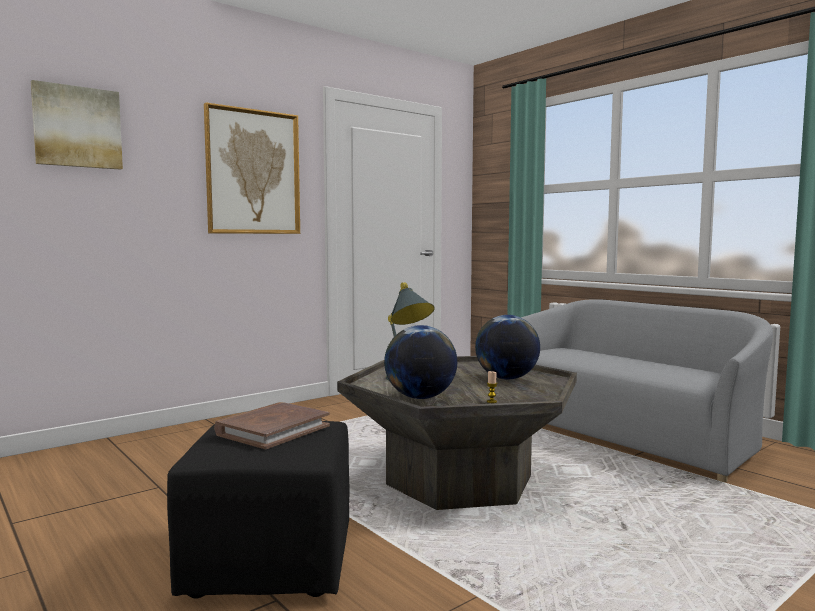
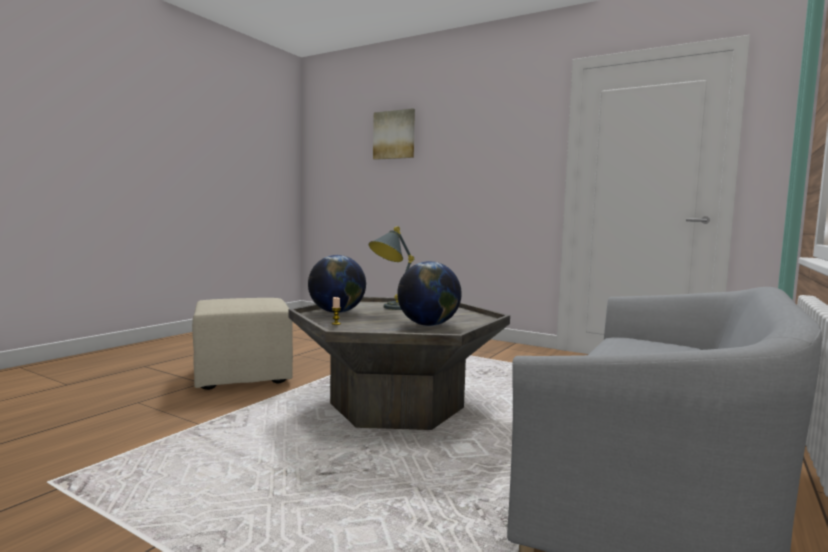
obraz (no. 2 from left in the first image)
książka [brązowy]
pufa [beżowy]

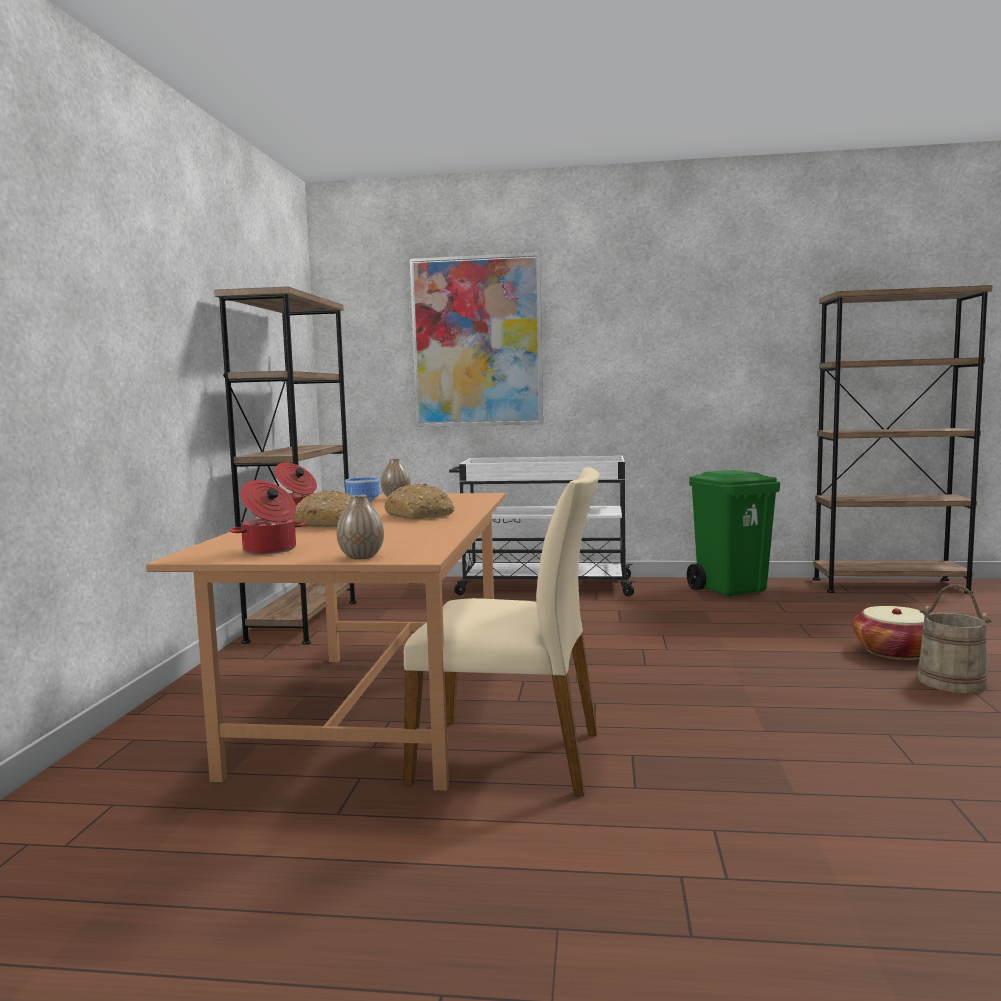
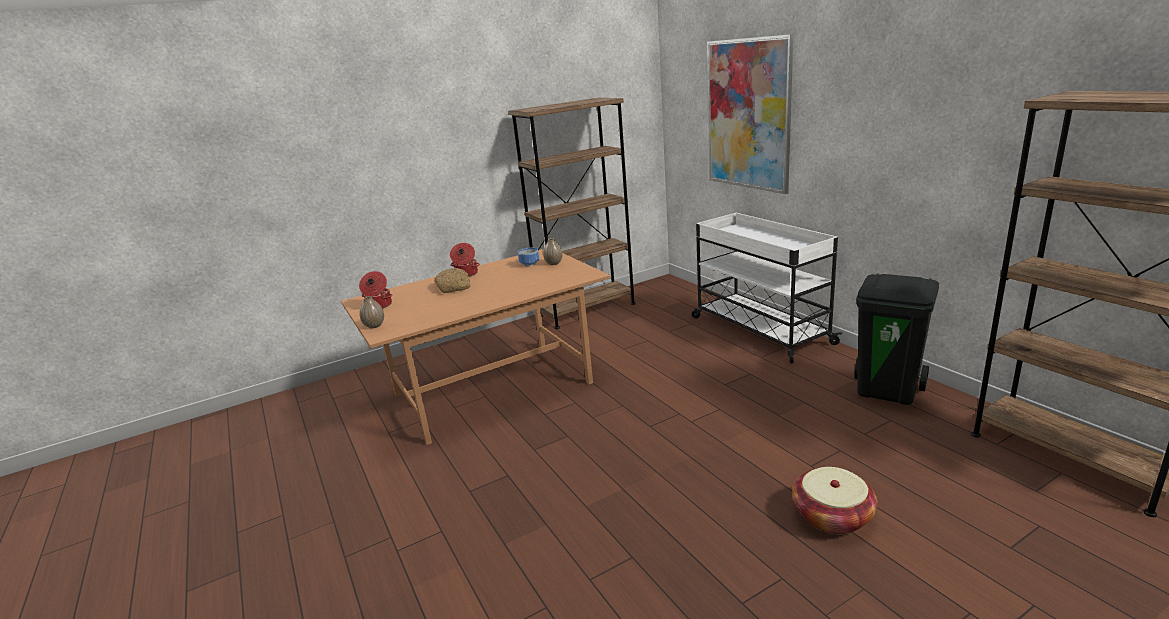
chleb (no. 2 from left in the first image)
krzesło [beżowy]
wiadro [beżowy]
kosz na śmieci [czarny]

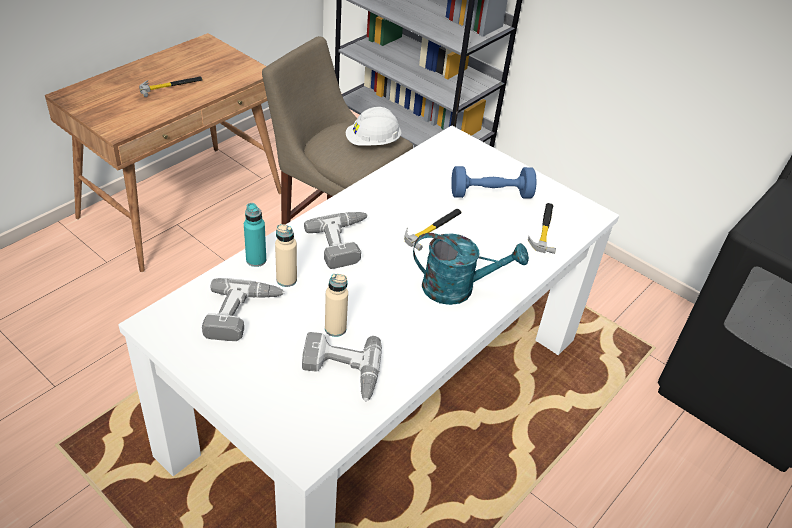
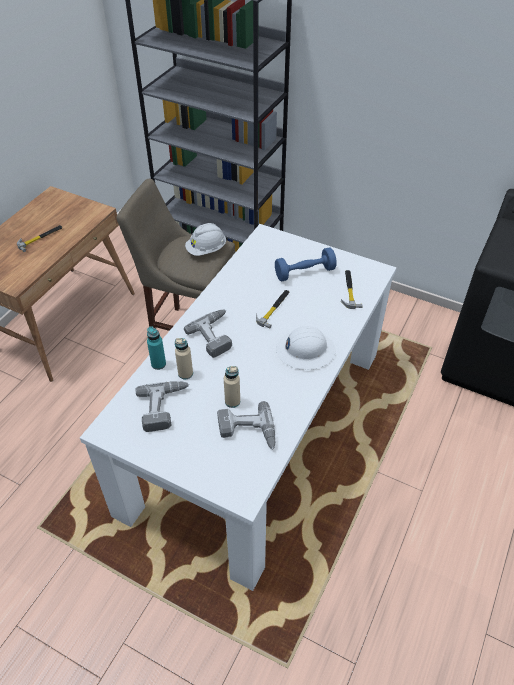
kask [biały] (no. 2 from left)

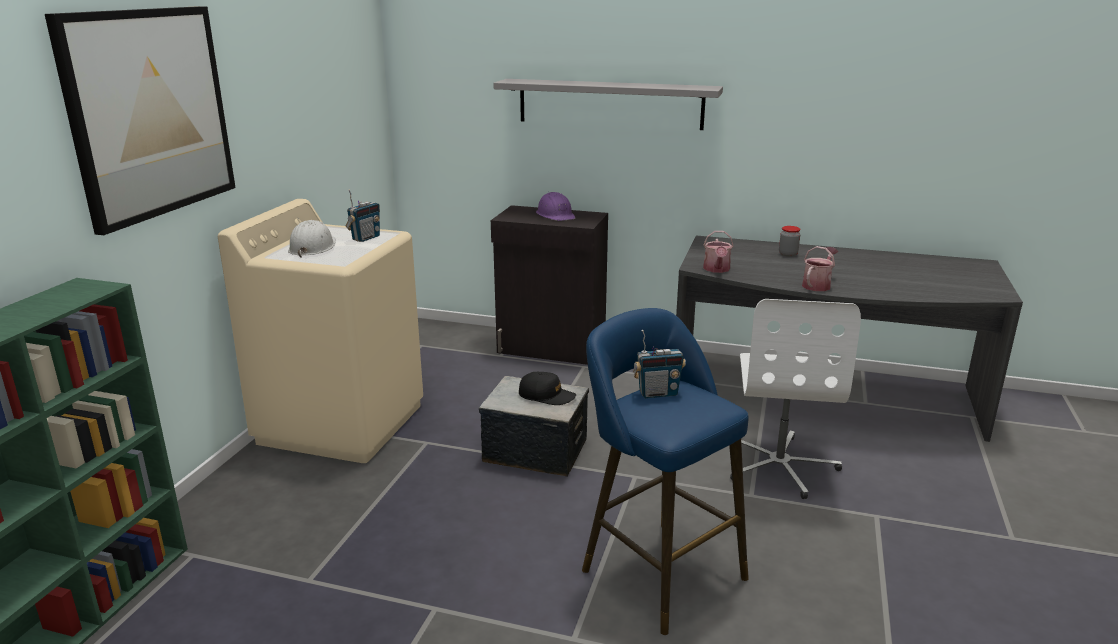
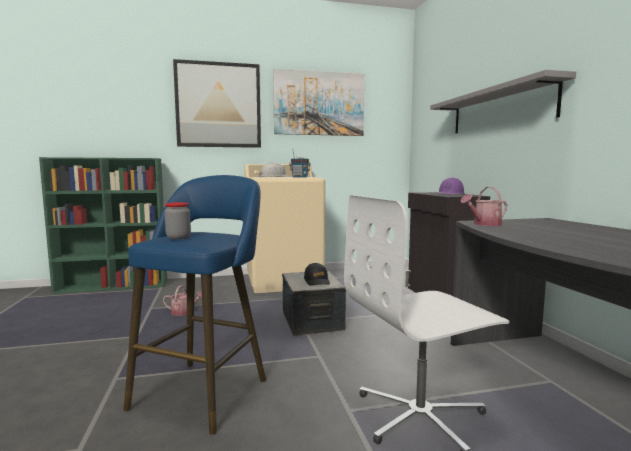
radio (no. 2 from left in the first image)
obraz (no. 2 from left)
słoik
konewka (no. 1 from left)

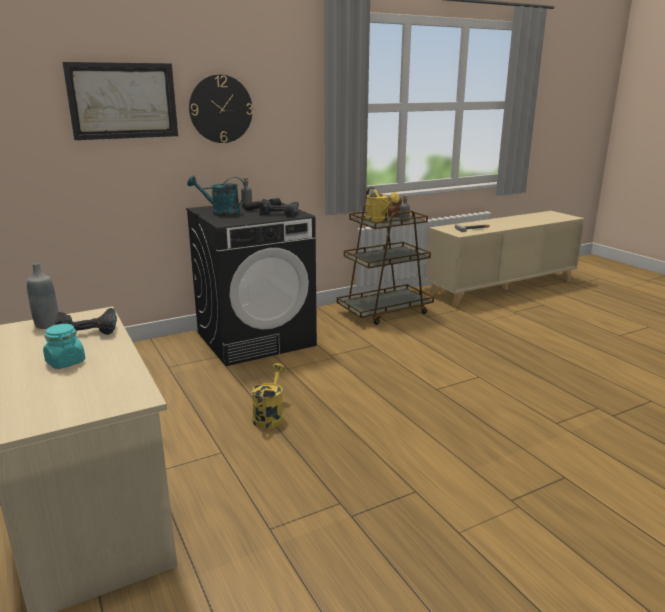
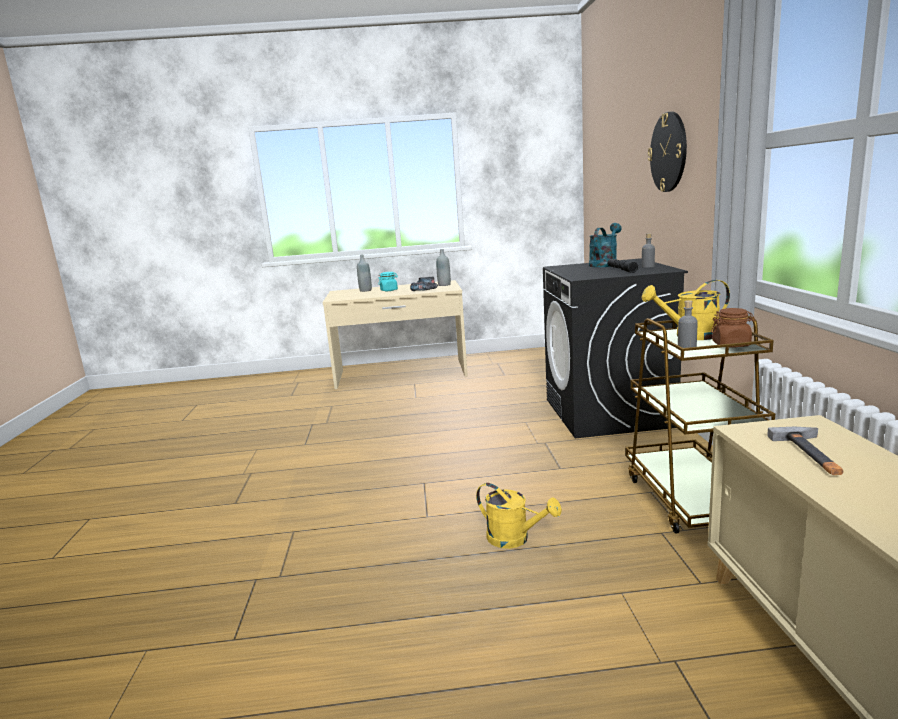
obraz
wiertarka (no. 2 from left in the first image)
butelka [szary] (no. 1 from left)
konewka [żółty] (no. 1 from left)

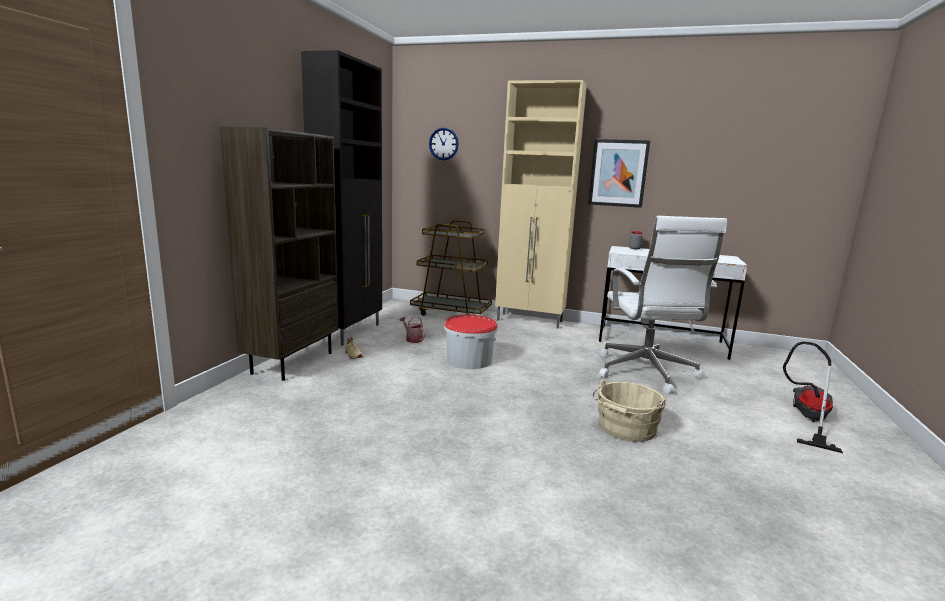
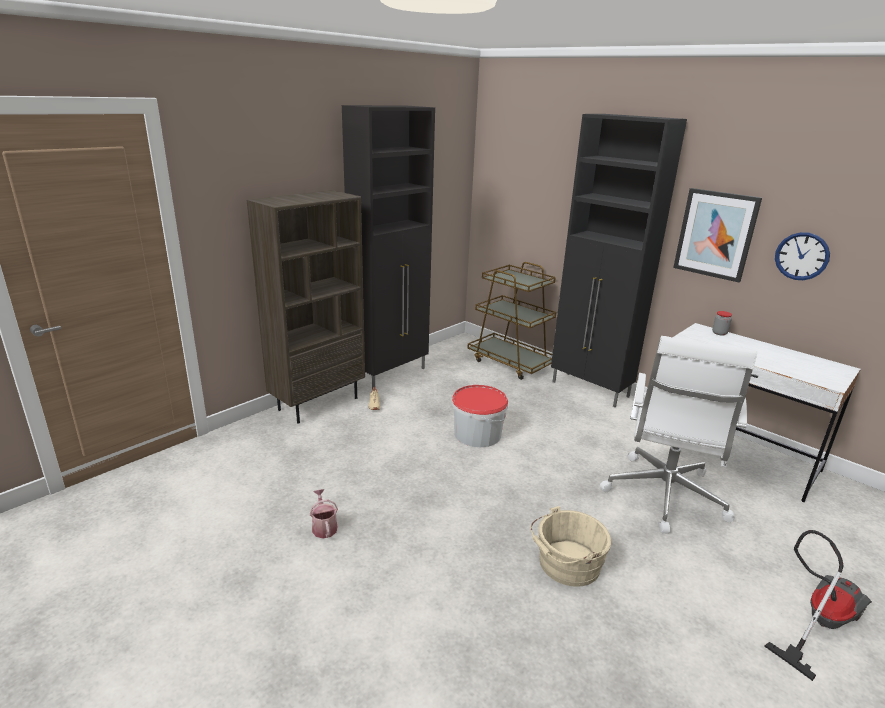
konewka
zegar ścienny
szafka [czarny] (no. 2 from left)

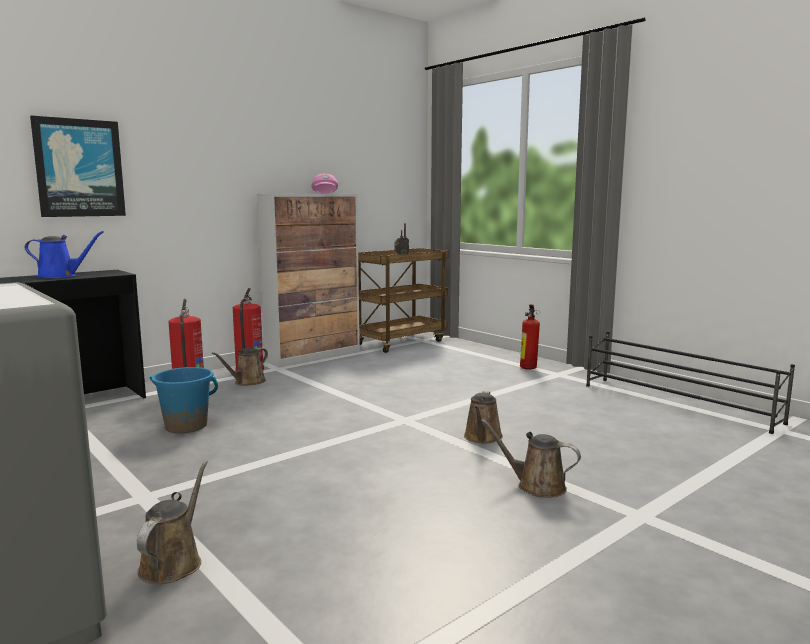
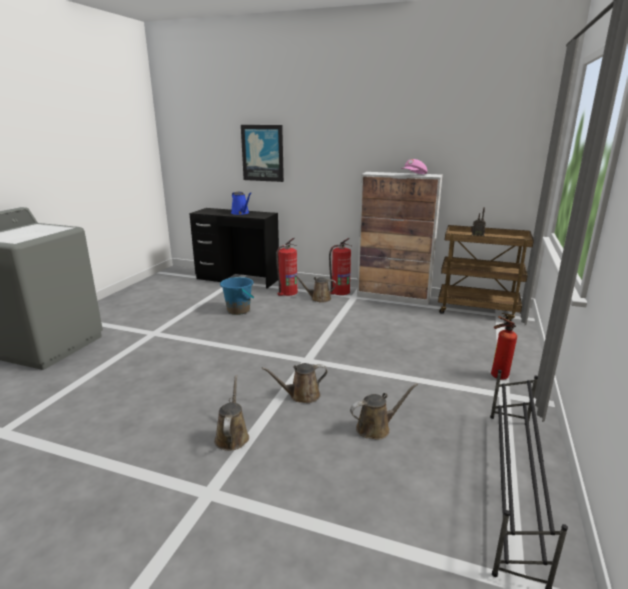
konewka [brązowy] (no. 4 from left)

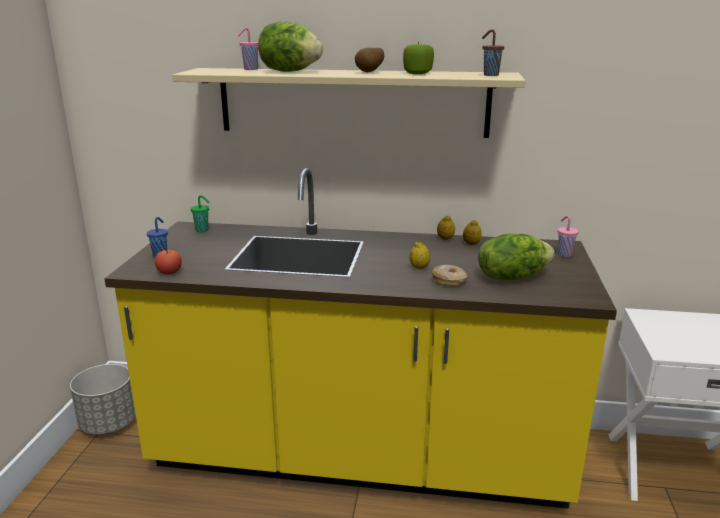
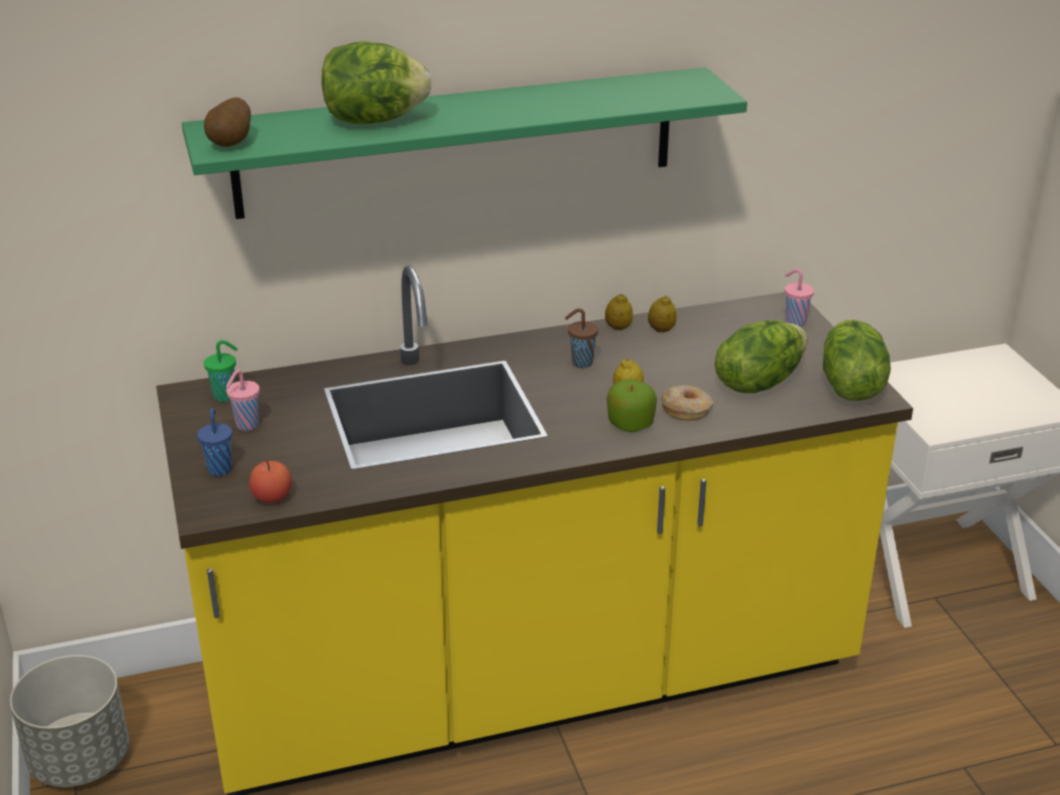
sałata (no. 3 from left)
filiżanka [różowy] (no. 1 from left)
ziemniak
jabłko (no. 2 from left)
filiżanka [brązowy]
półka [zielony]

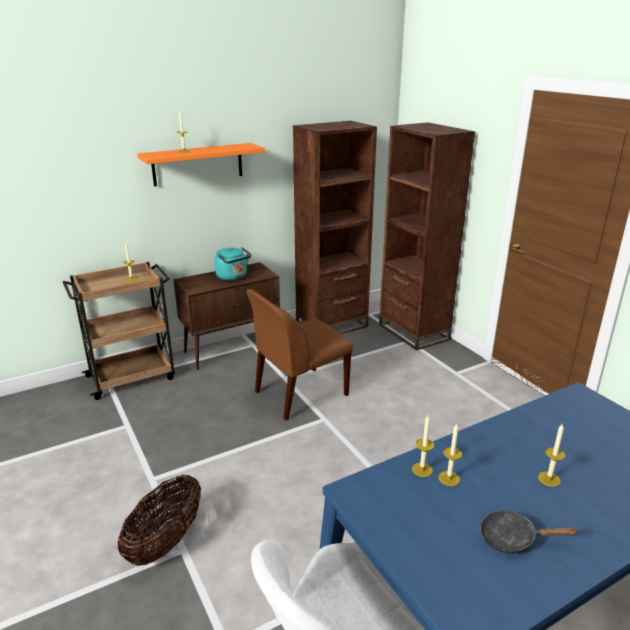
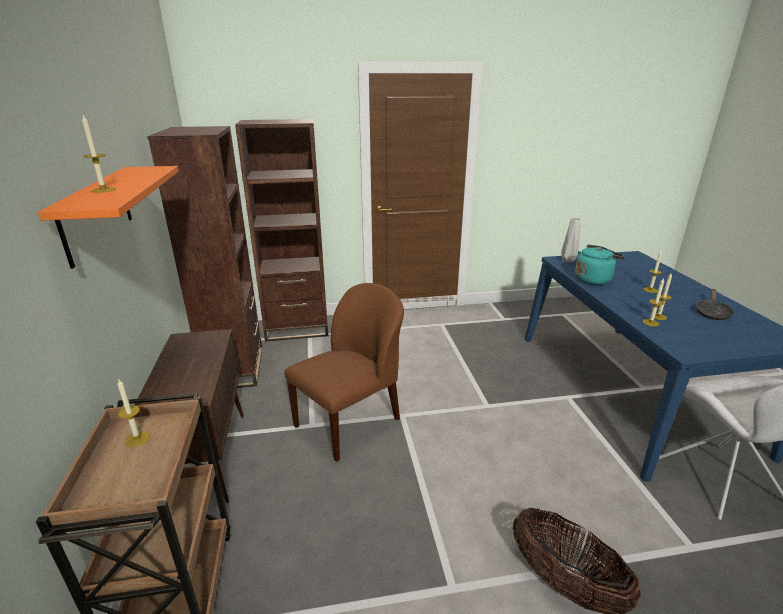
wazon [szary]
czajnik [turkusowy]
krzesło [brązowy]

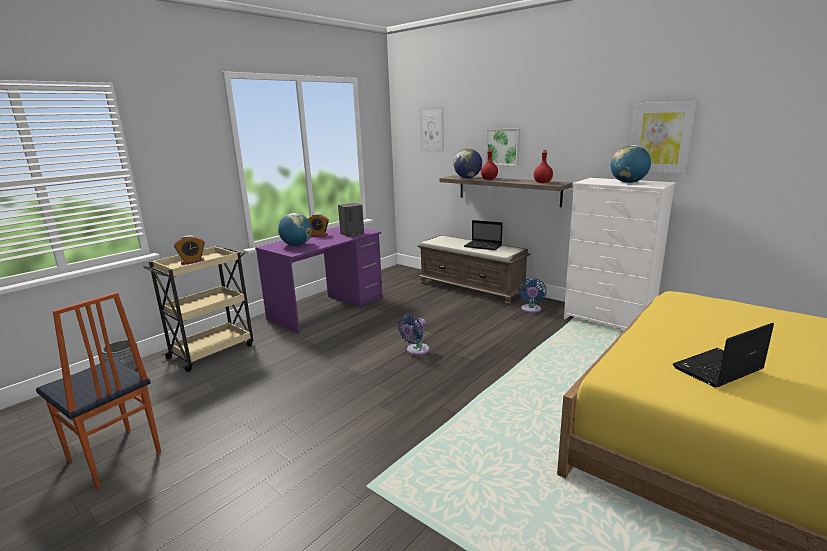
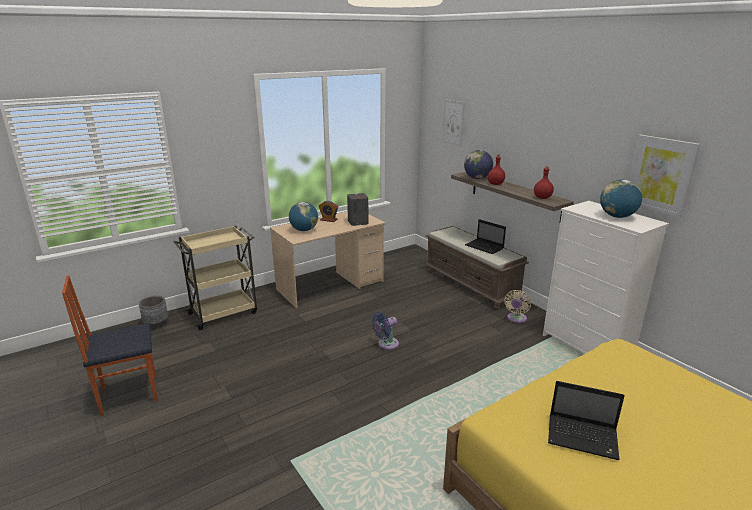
budzik (no. 1 from left in the first image)
obraz (no. 2 from left in the first image)
biurko [beżowy]
wentylator [beżowy]
krzesło
laptop (no. 2 from left)

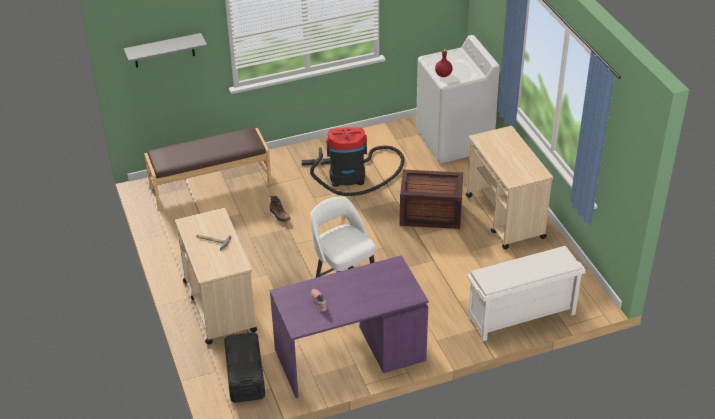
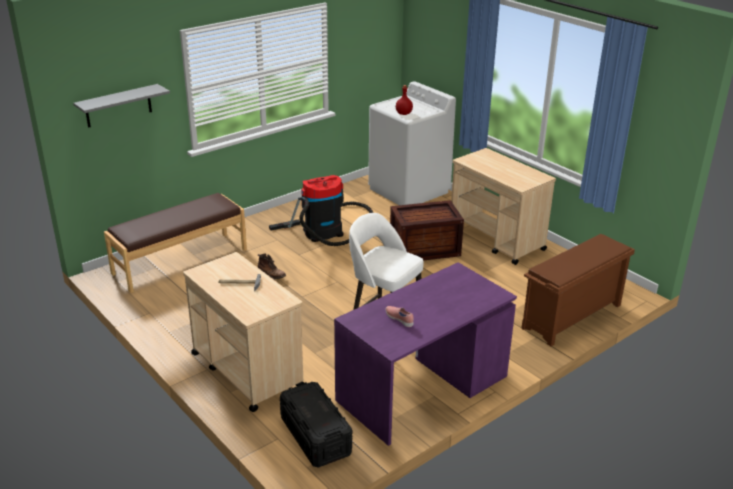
regał na buty [brązowy]

